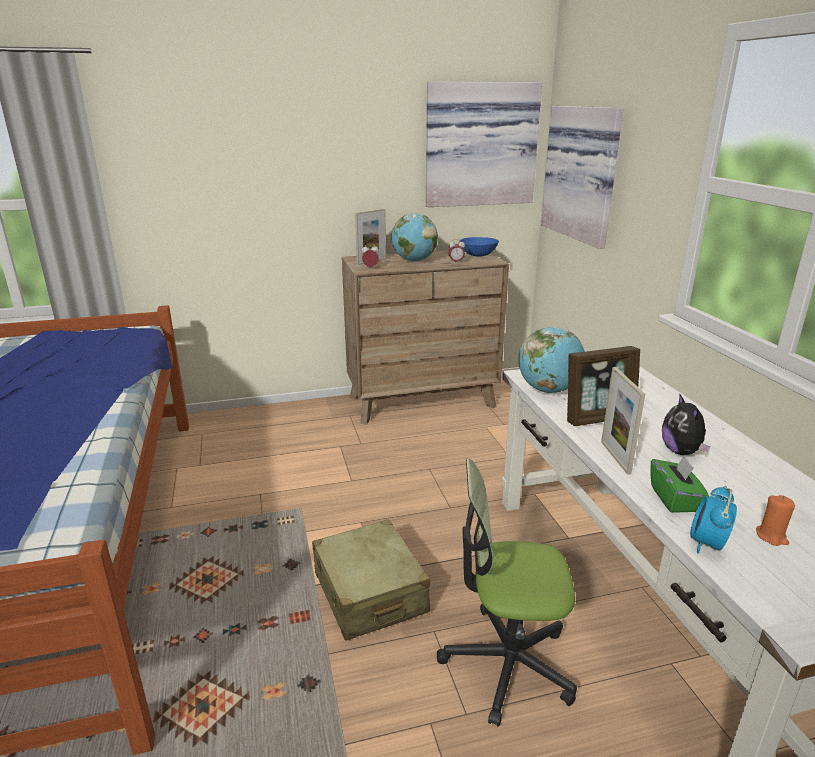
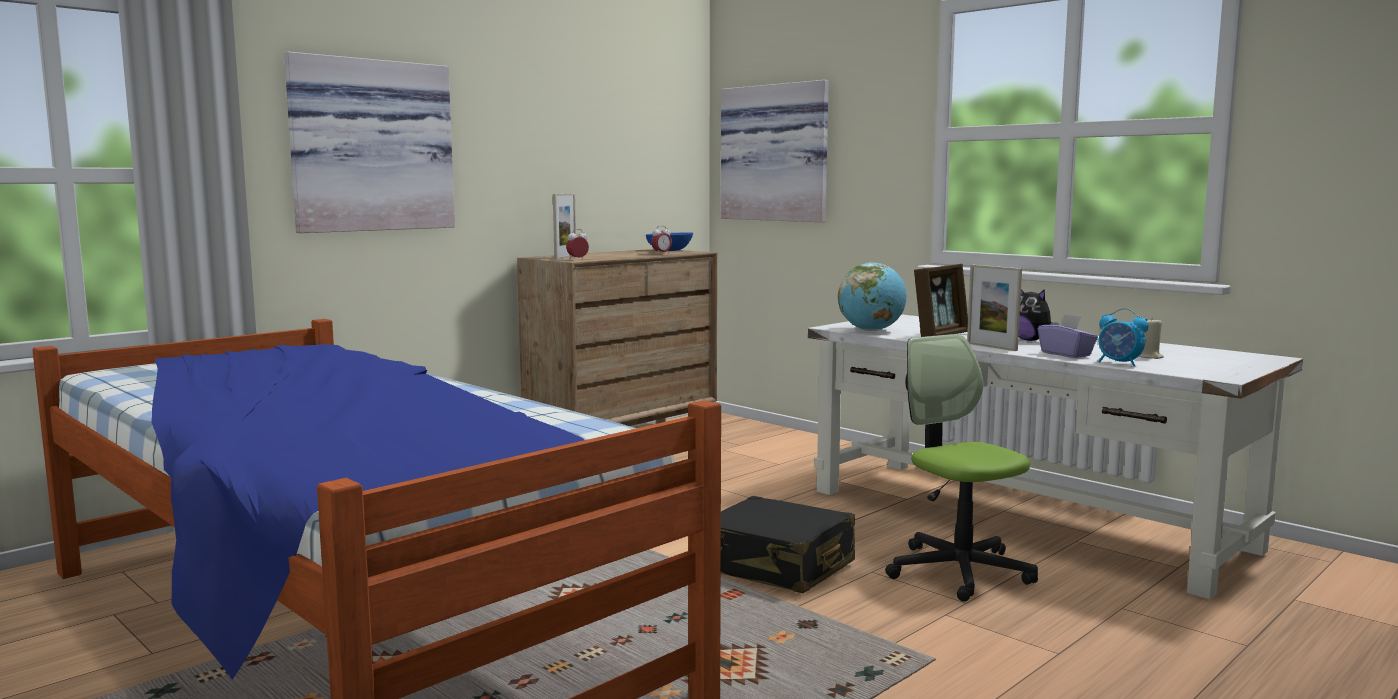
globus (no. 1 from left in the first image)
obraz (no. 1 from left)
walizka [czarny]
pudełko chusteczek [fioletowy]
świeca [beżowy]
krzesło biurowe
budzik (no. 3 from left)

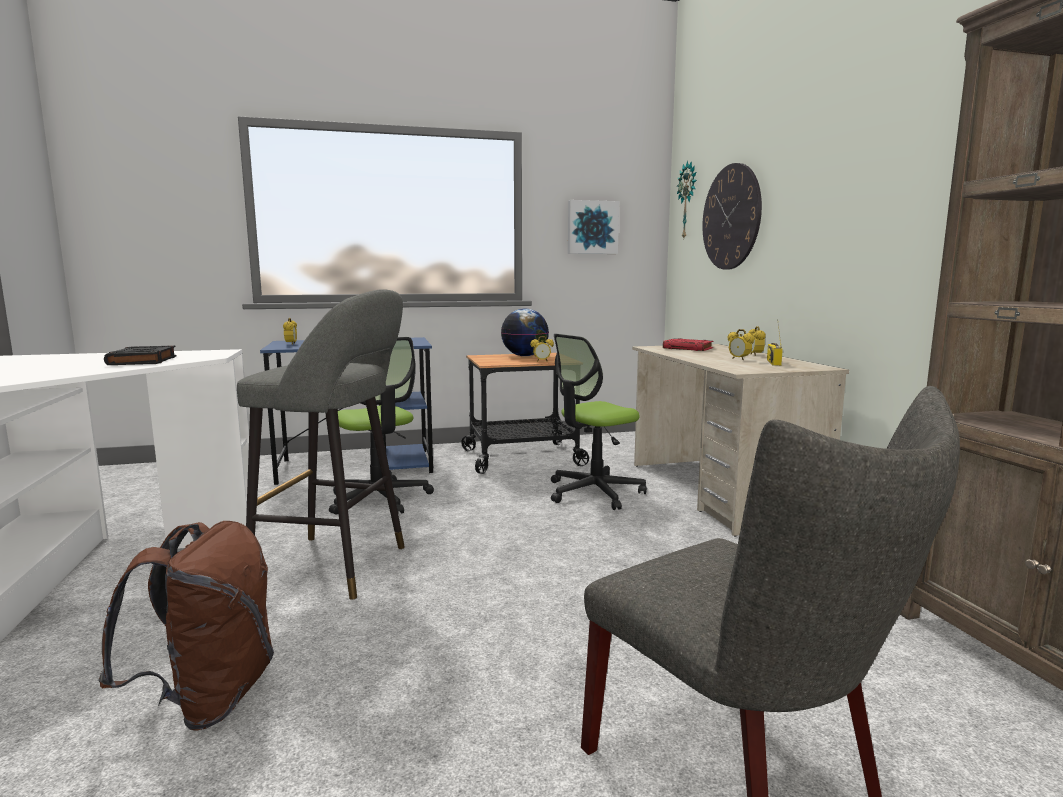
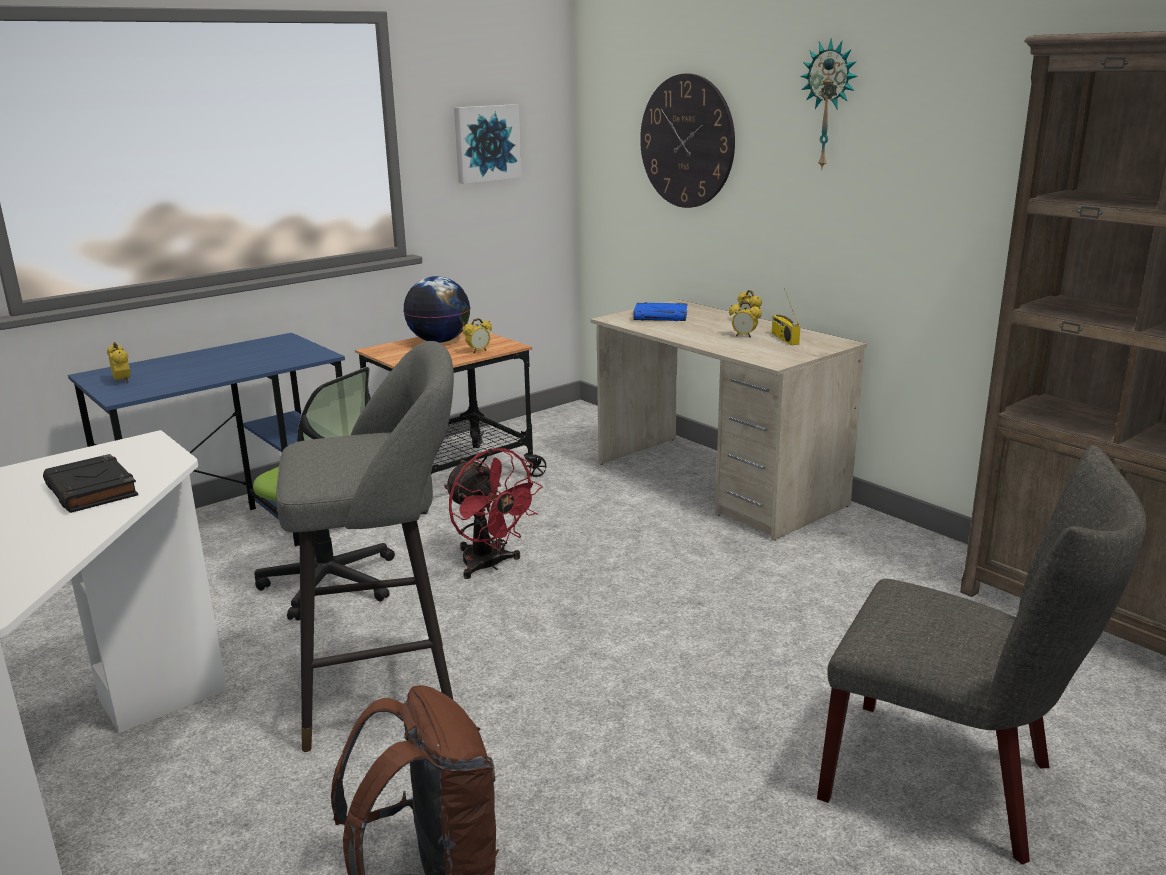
krzesło biurowe (no. 2 from left in the first image)
wentylator [czerwony]
zegar ścienny (no. 2 from left)
książka [niebieski]

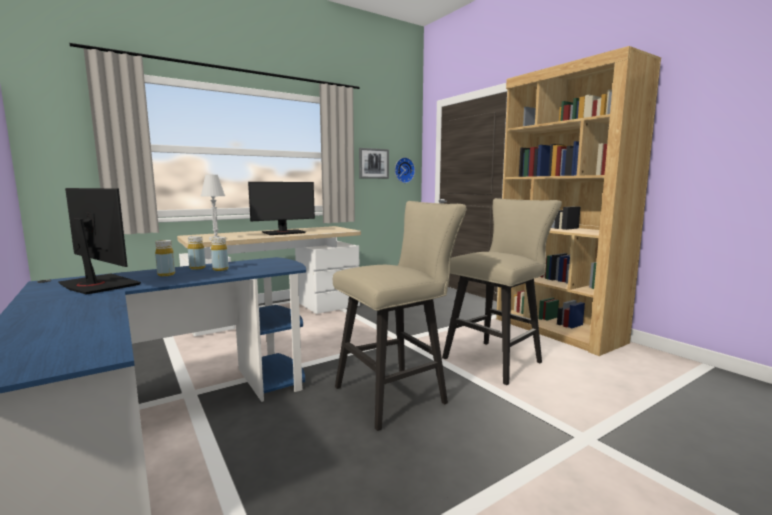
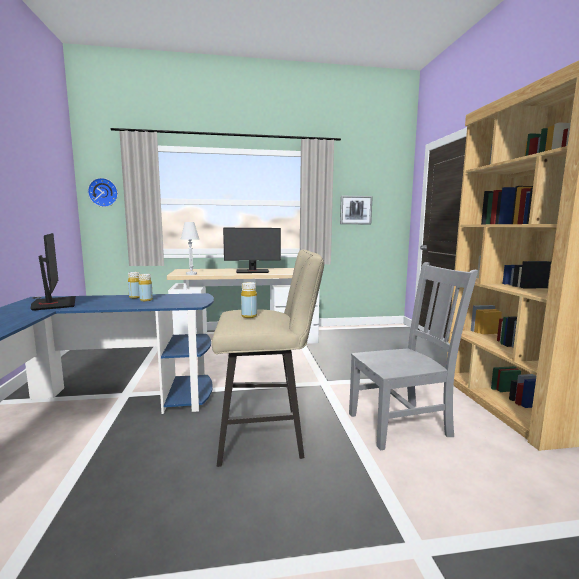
butelka [żółty] (no. 3 from left)
zegar ścienny
krzesło [szary]

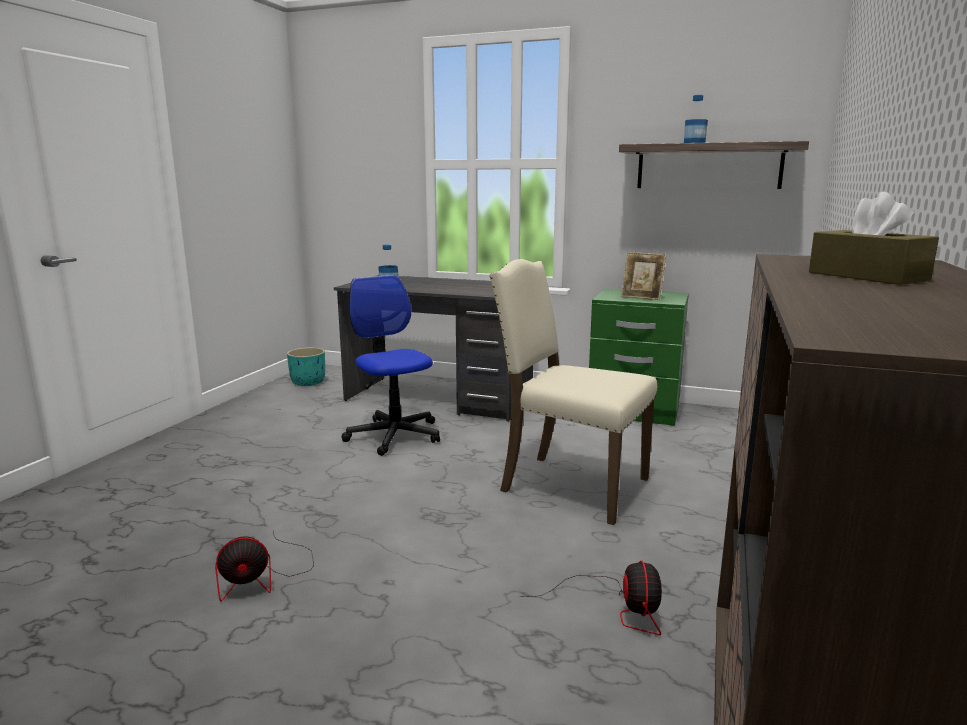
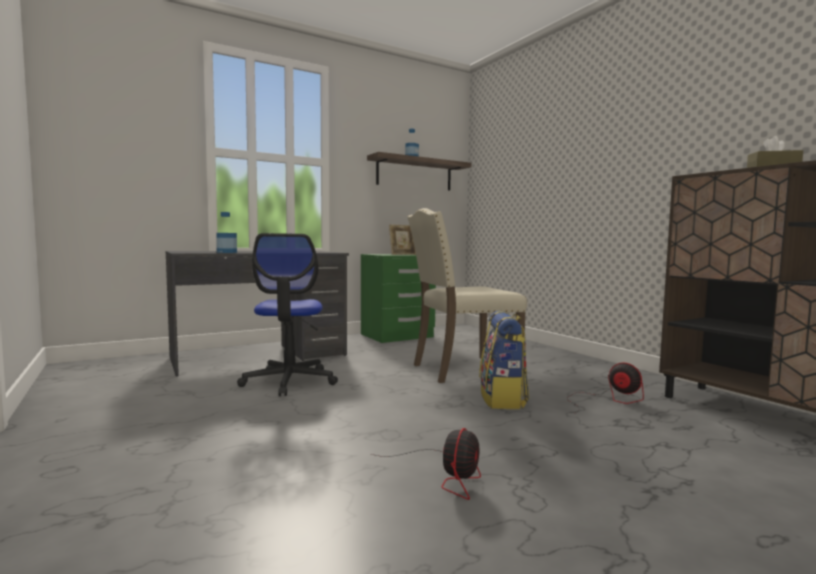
donica [turkusowy]
plecak
krzesło biurowe

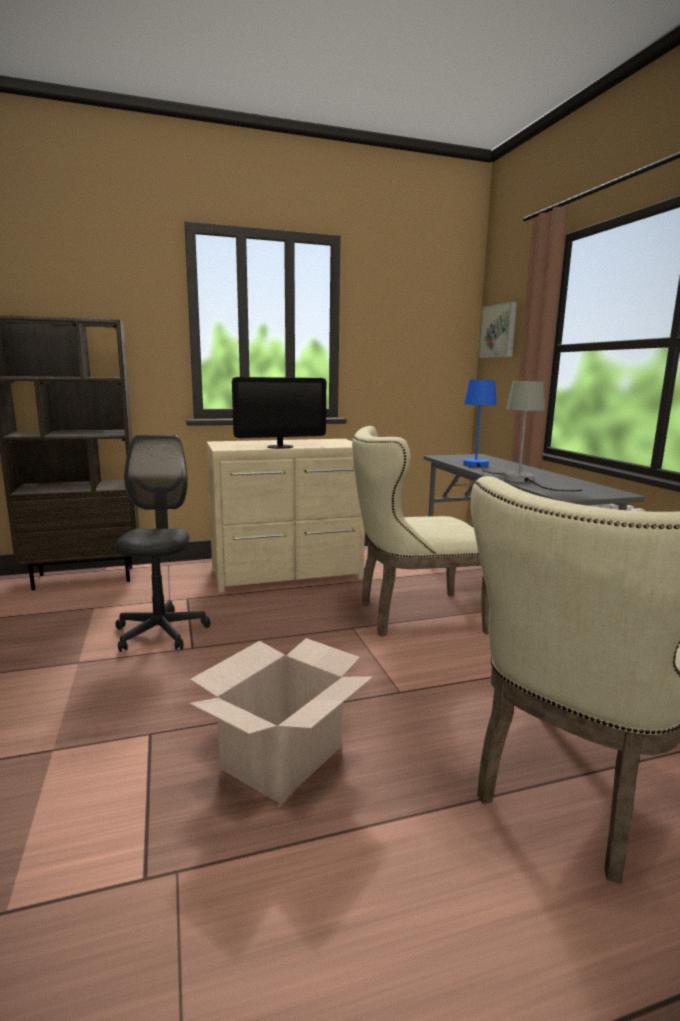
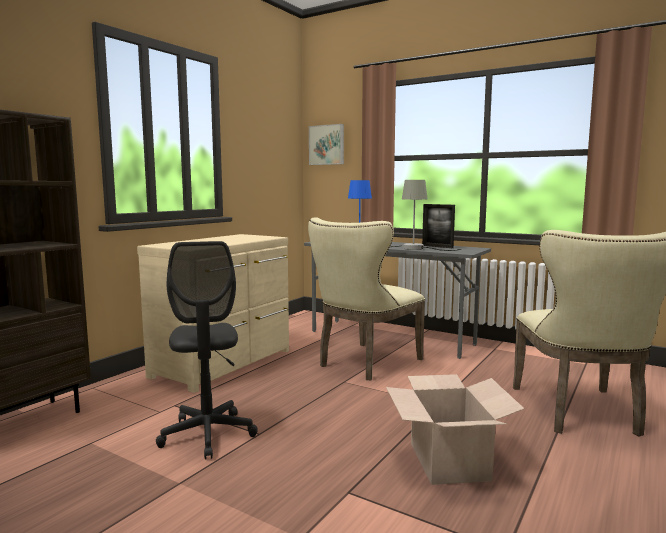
monitor
ramka na zdjęcie
krzesło biurowe [szary]

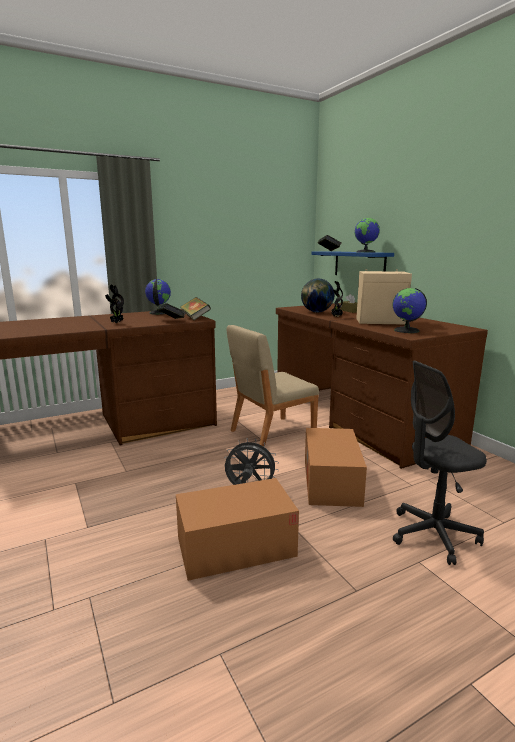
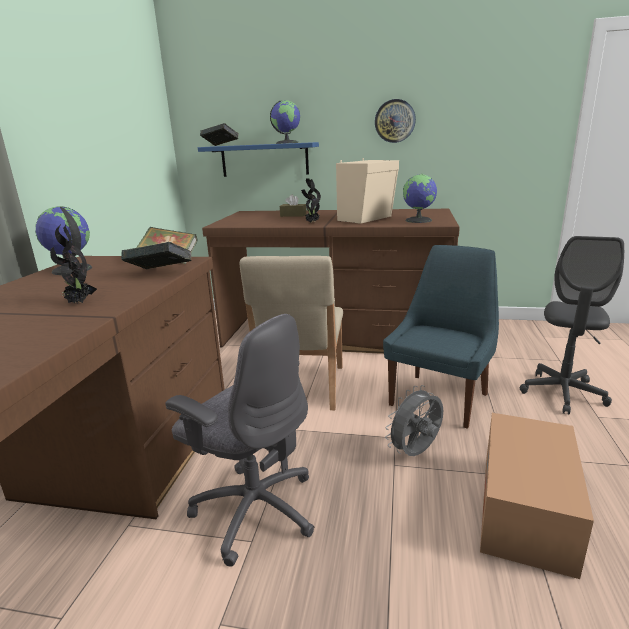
globus (no. 2 from left in the first image)
krzesło biurowe [szary] (no. 1 from left)
zegar ścienny
krzesło [niebieski]

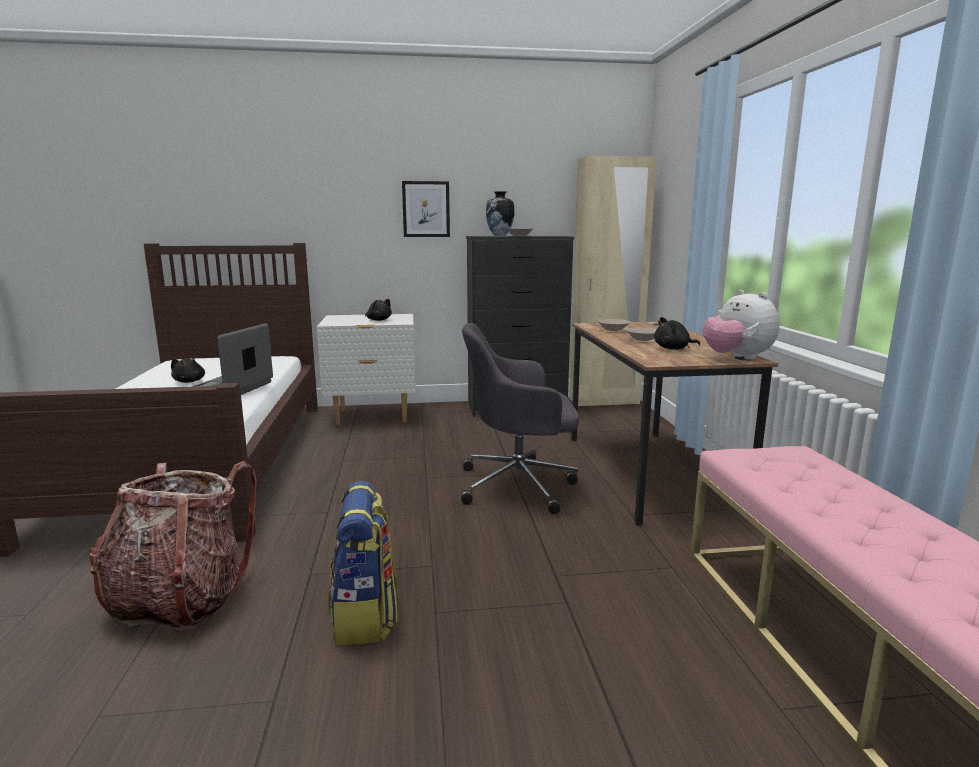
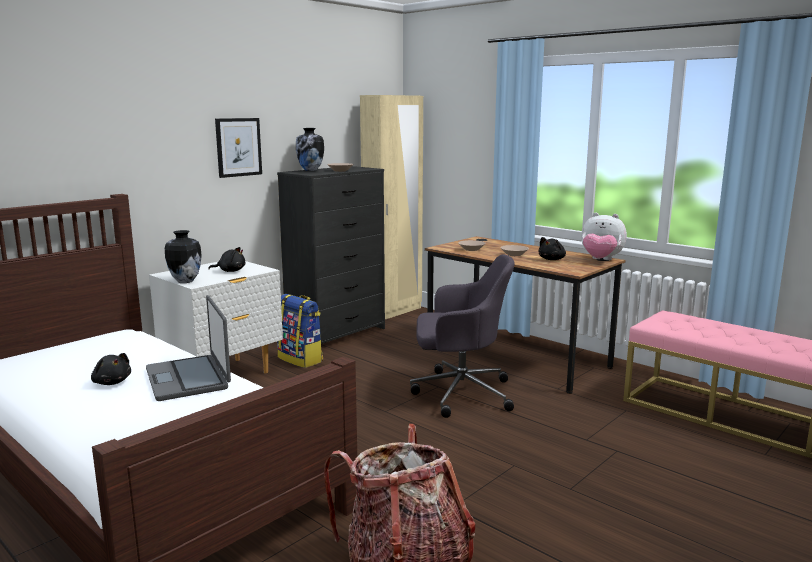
wazon (no. 1 from left)
plecak (no. 1 from left)
krzesło biurowe [szary]

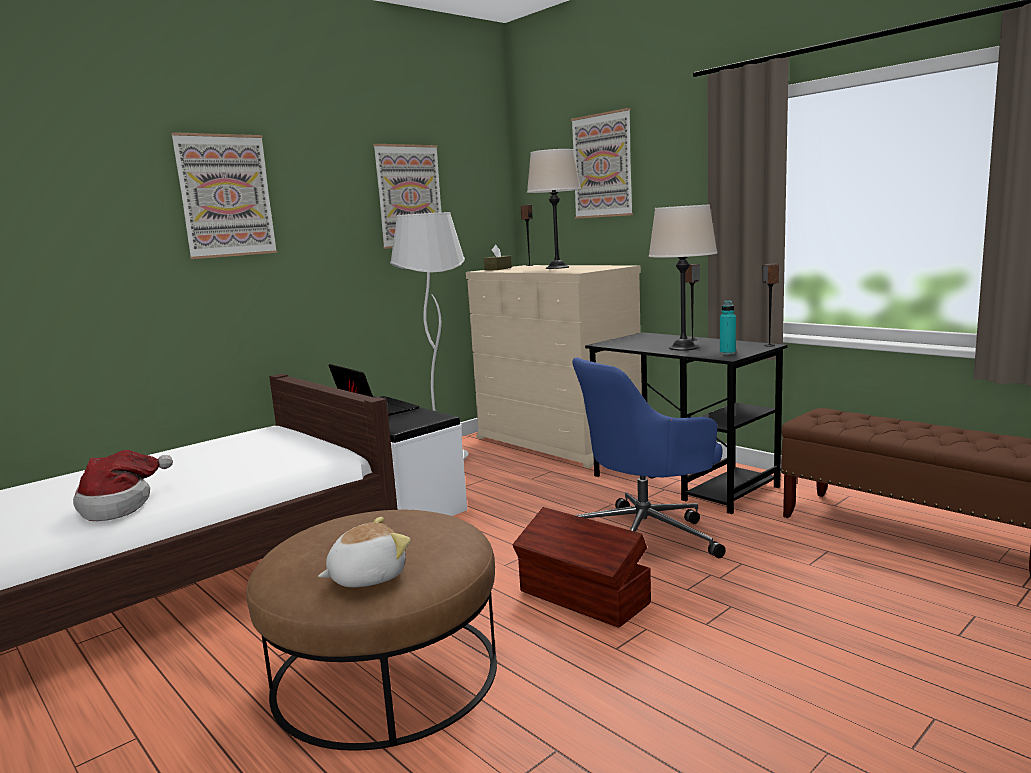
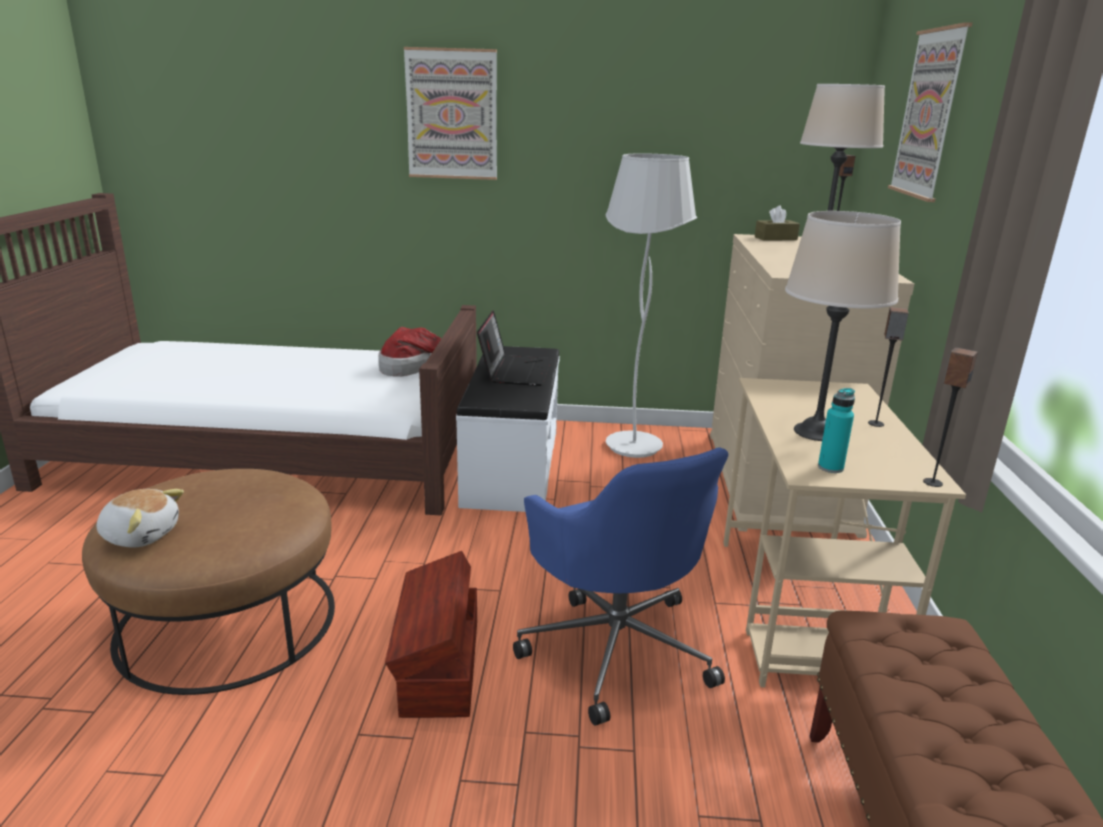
obraz (no. 2 from left in the first image)
kapelusz
biurko [beżowy]
krzesło biurowe [niebieski]

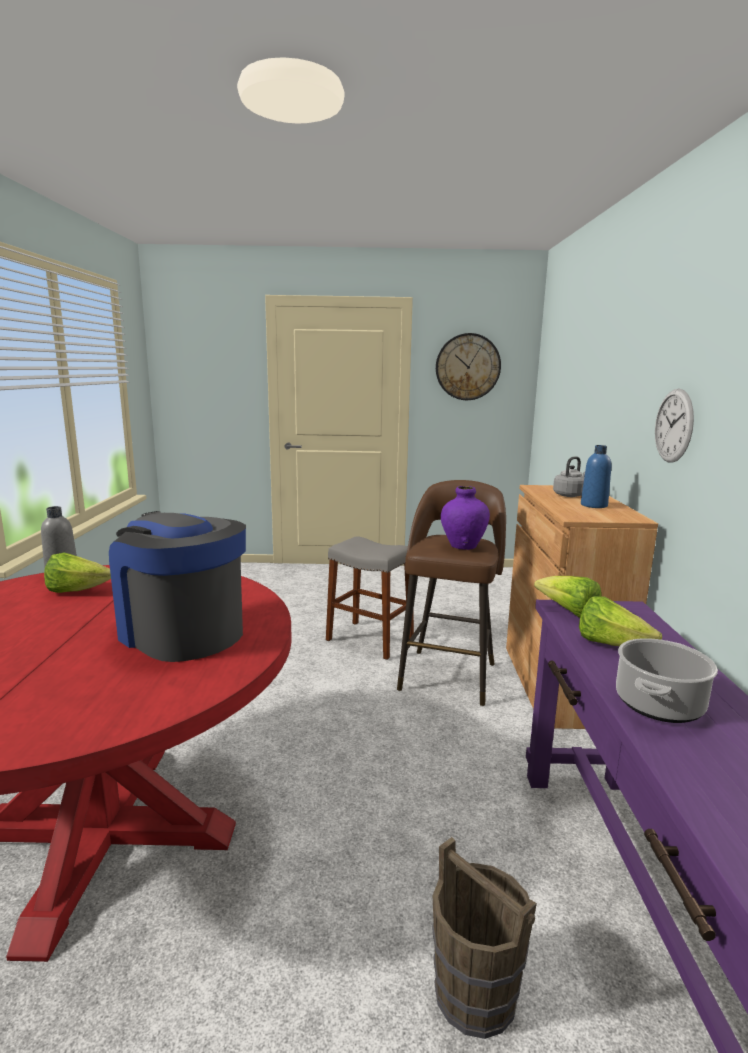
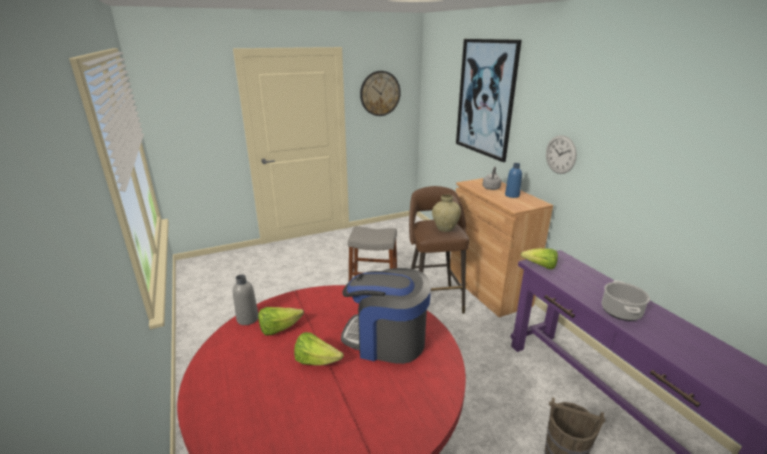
obraz
sałata (no. 2 from left)
wazon [beżowy]

